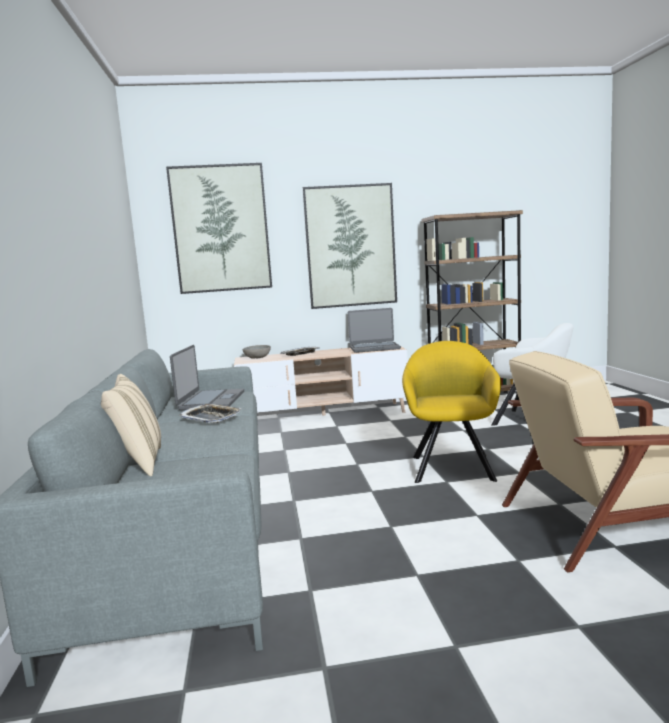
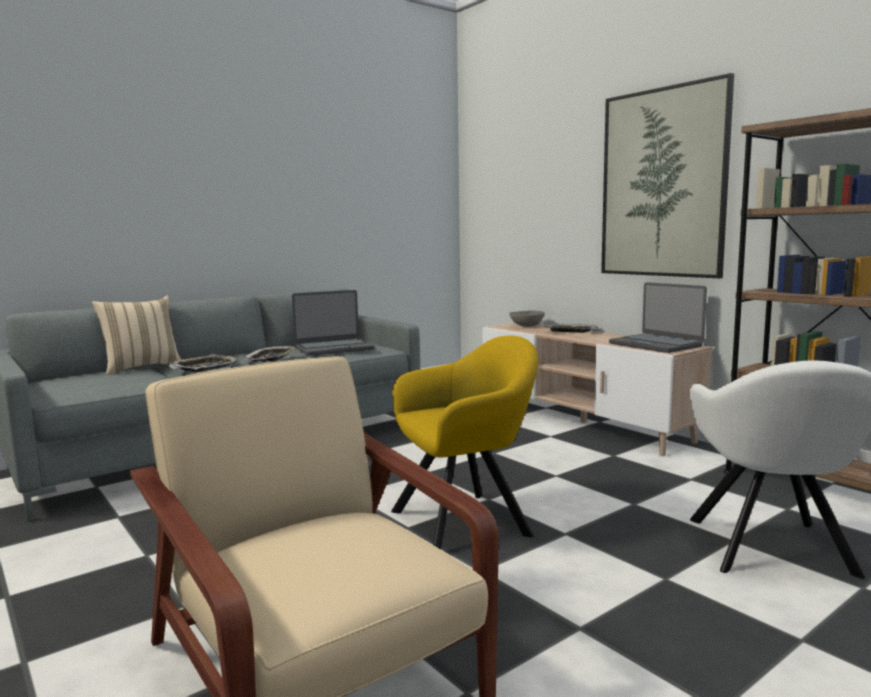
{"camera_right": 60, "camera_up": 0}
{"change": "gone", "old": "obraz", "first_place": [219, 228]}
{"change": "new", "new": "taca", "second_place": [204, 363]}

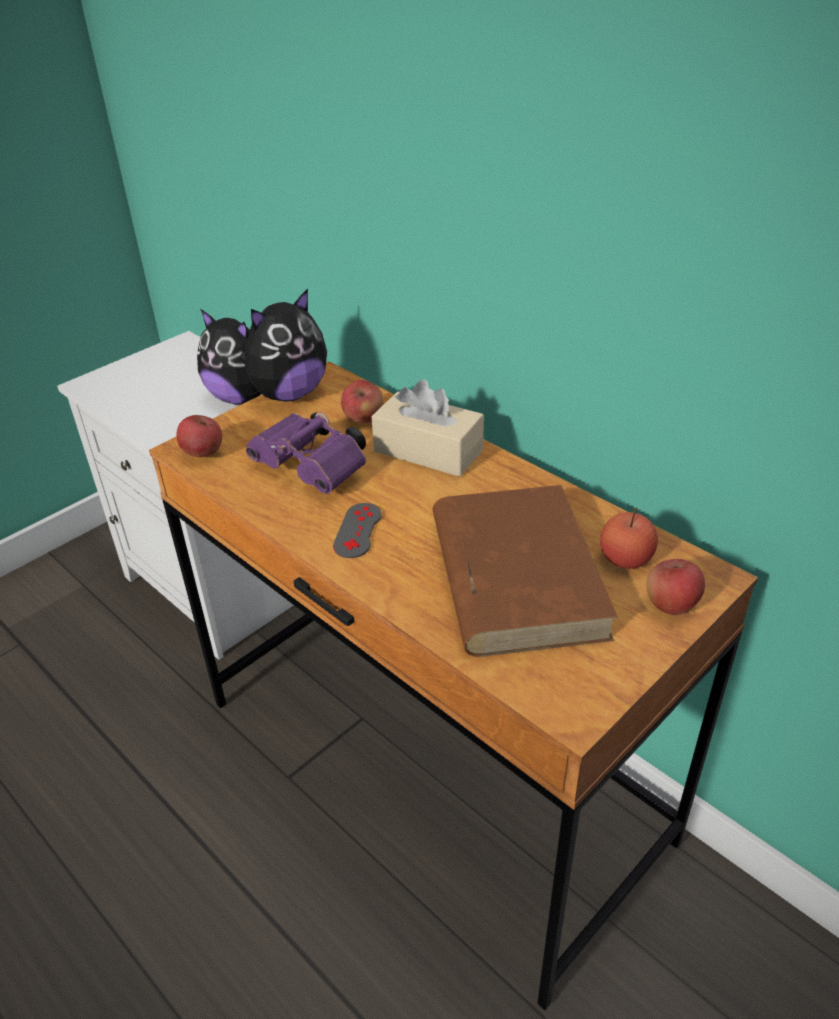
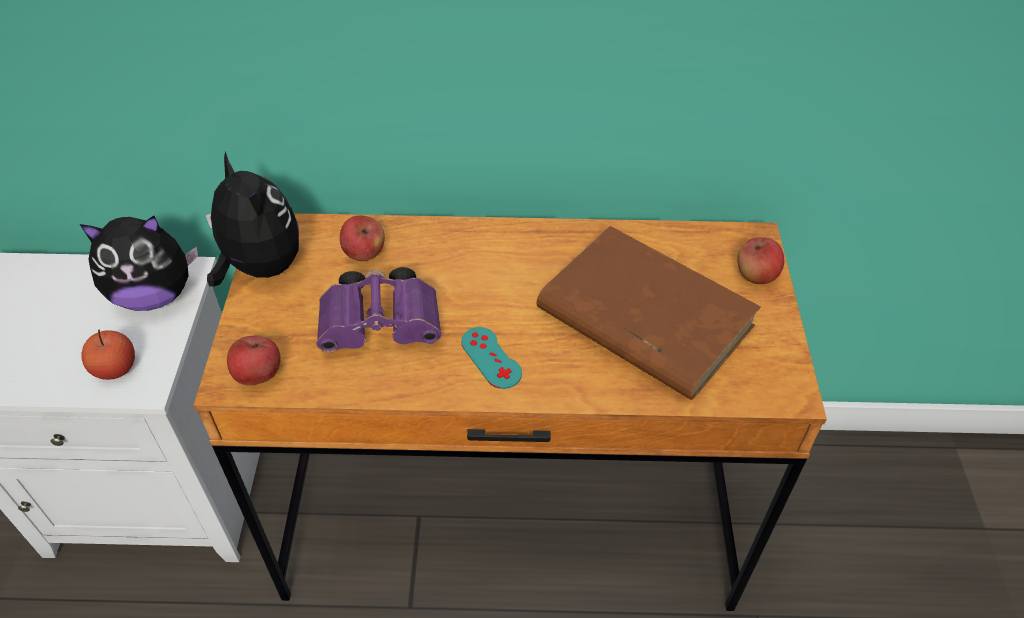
{"camera_right": -45, "camera_up": 10}
{"change": "rotated", "old": "pluszak", "first_place": [283, 345], "second_place": [252, 219], "degrees": -45}
{"change": "repainted", "old": "pad do gier [szary]", "new": "pad do gier [turkusowy]", "first_place": [357, 530], "second_place": [491, 358]}
{"change": "gone", "old": "pudełko chusteczek [beżowy]", "first_place": [427, 428]}
{"change": "shifted", "old": "jabłko", "first_place": [629, 538], "second_place": [108, 355]}

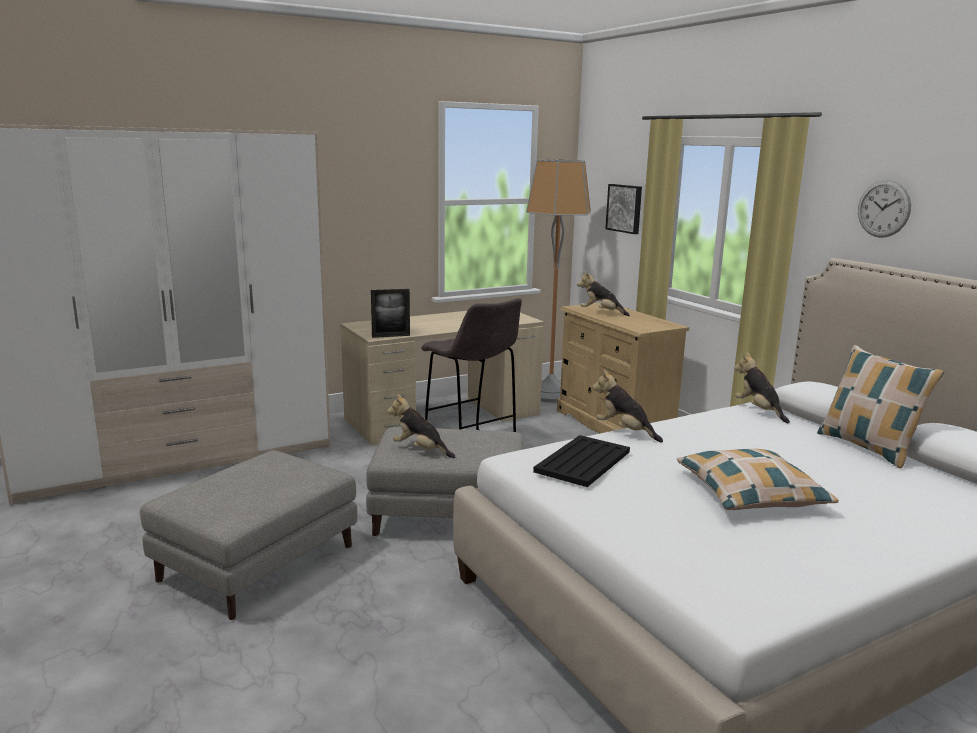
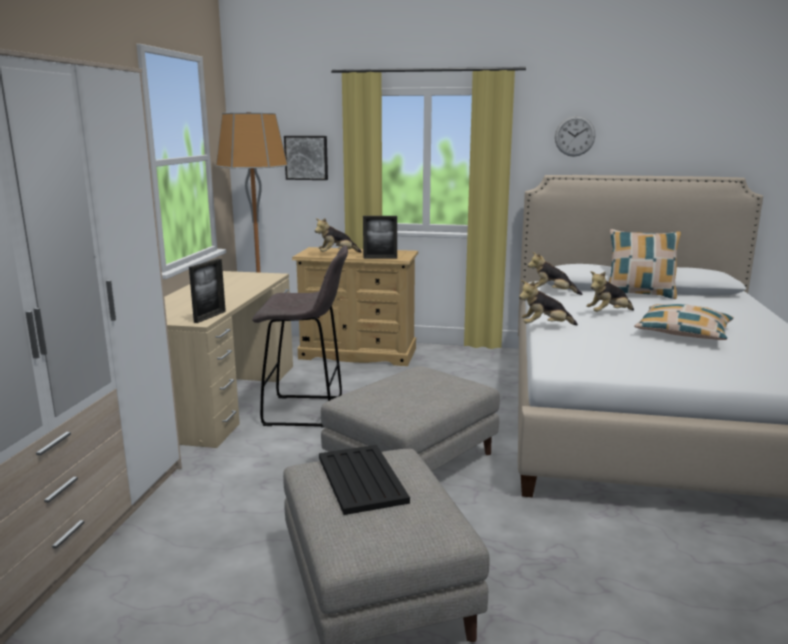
{"camera_right": -50, "camera_up": 0}
{"change": "shifted", "old": "pluszak", "first_place": [421, 425], "second_place": [610, 291]}
{"change": "shifted", "old": "taca [czarny]", "first_place": [581, 461], "second_place": [364, 480]}
{"change": "new", "new": "ramka na zdjęcie", "second_place": [380, 237]}

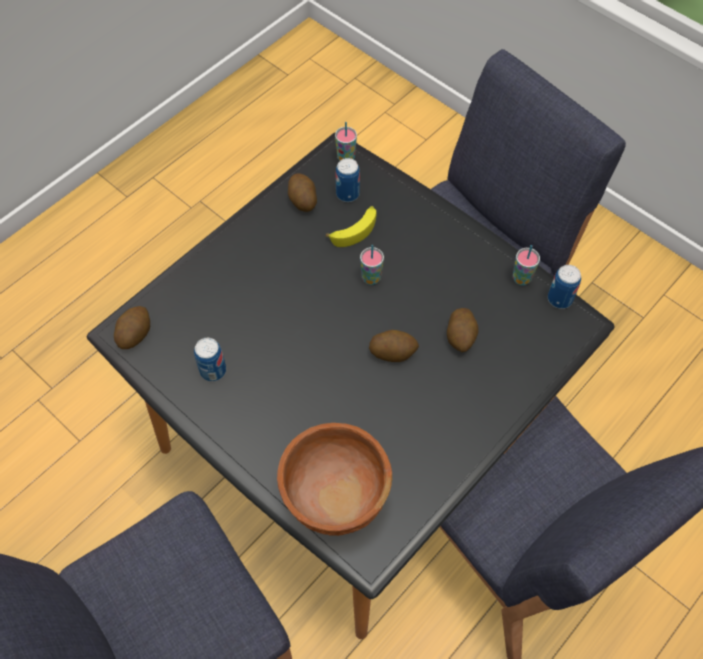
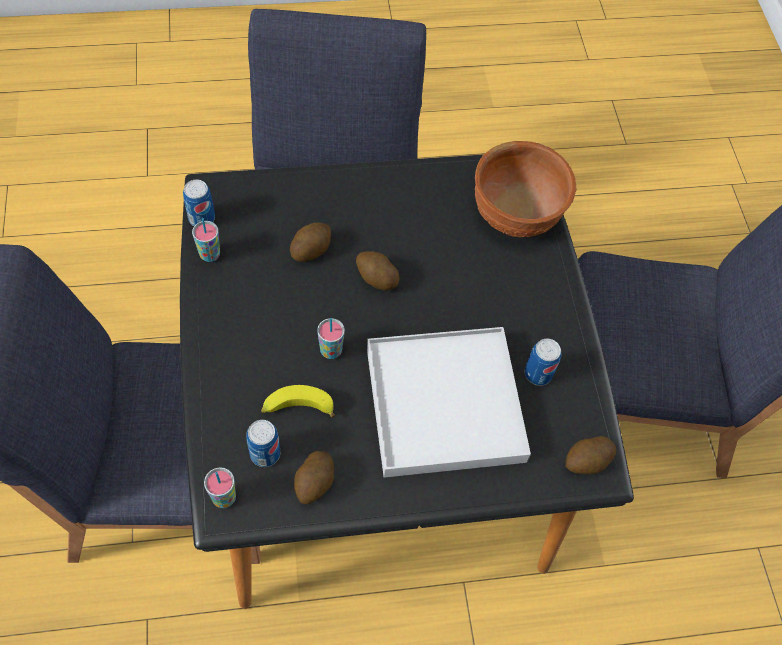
{"camera_right": -145, "camera_up": 0}
{"change": "new", "new": "taca [biały]", "second_place": [449, 402]}

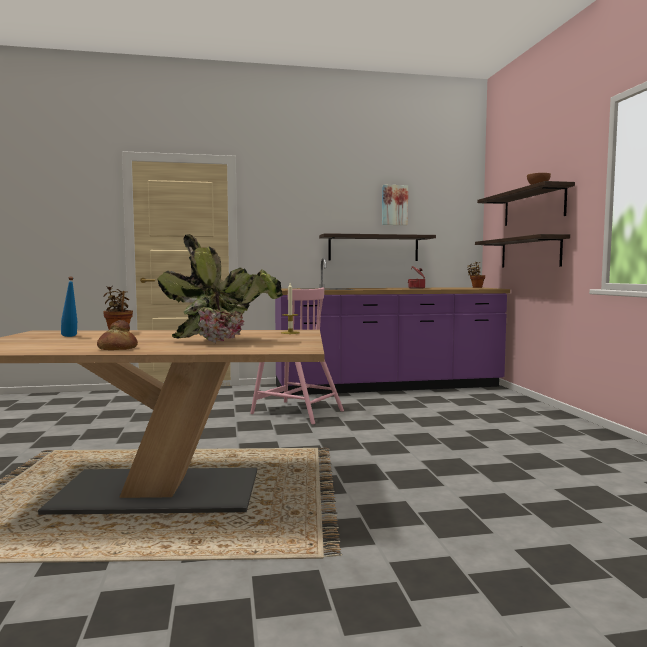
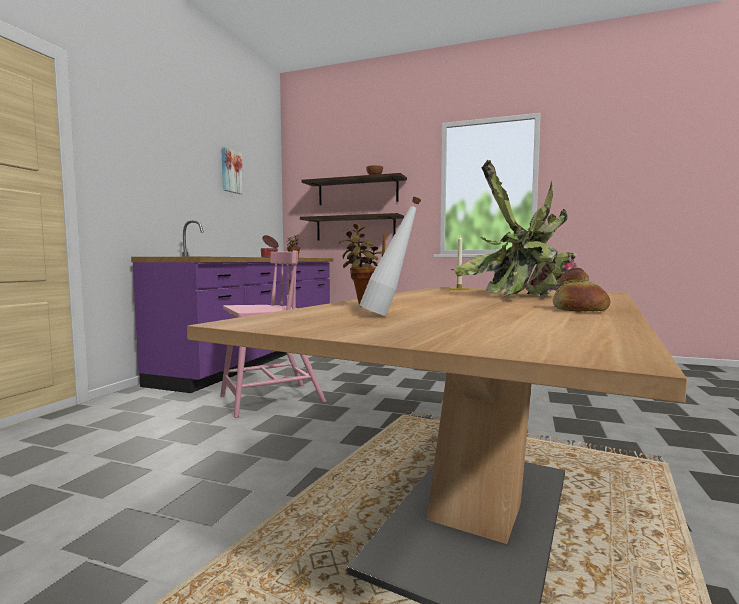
{"camera_right": -60, "camera_up": 0}
{"change": "repainted", "old": "butelka [niebieski]", "new": "butelka [biały]", "first_place": [69, 307], "second_place": [390, 256]}
{"change": "gone", "old": "półka", "first_place": [377, 247]}

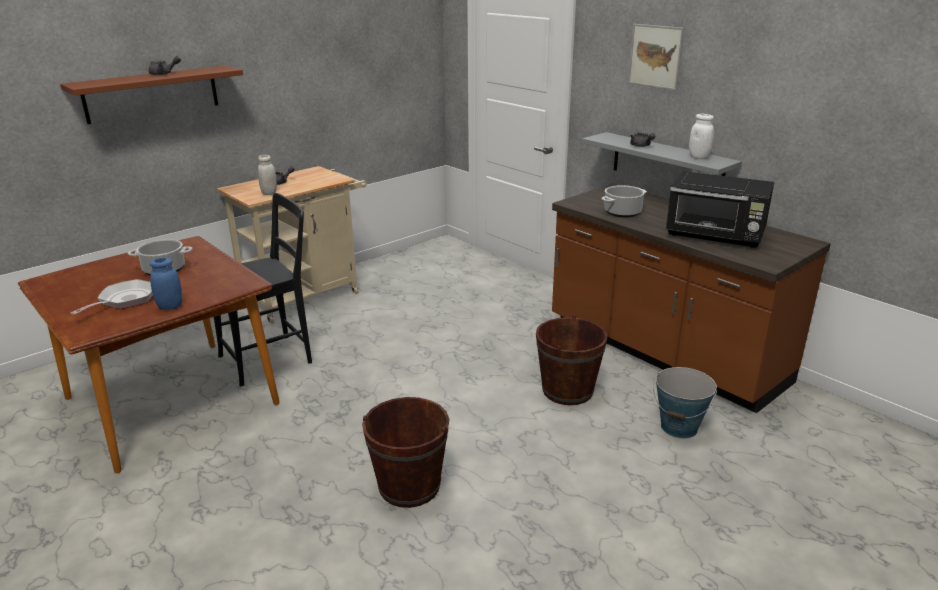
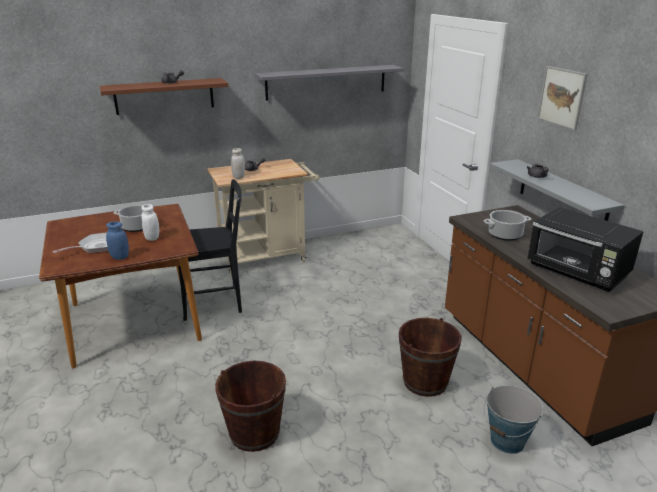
{"camera_right": 20, "camera_up": 0}
{"change": "shifted", "old": "słoik [biały]", "first_place": [701, 136], "second_place": [150, 222]}
{"change": "new", "new": "półka [szary]", "second_place": [329, 83]}

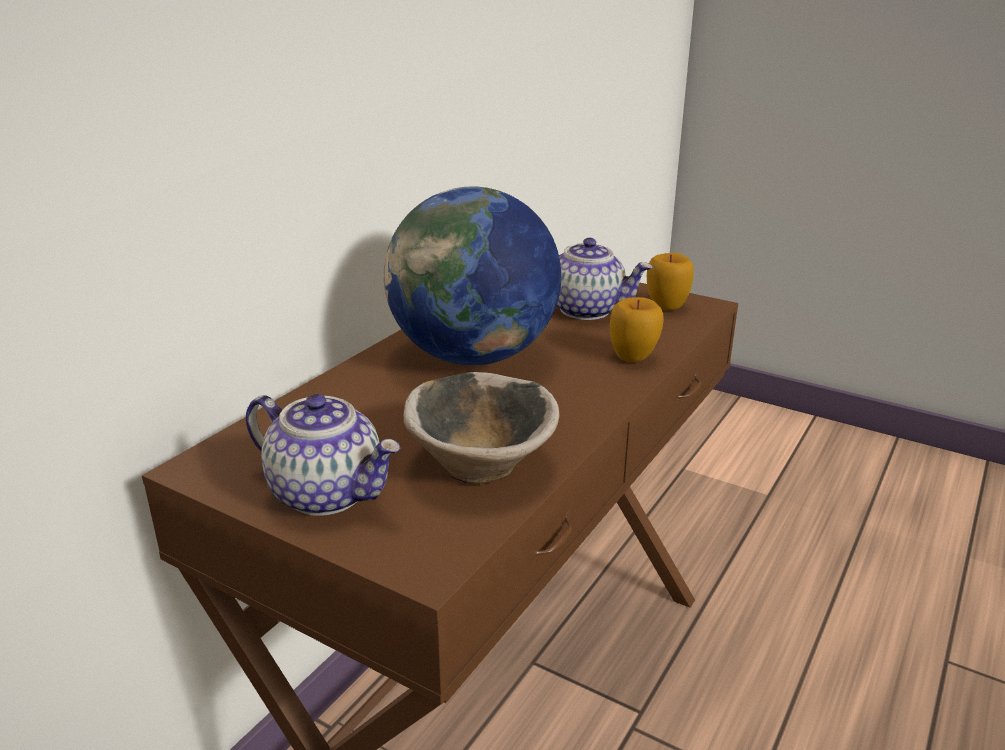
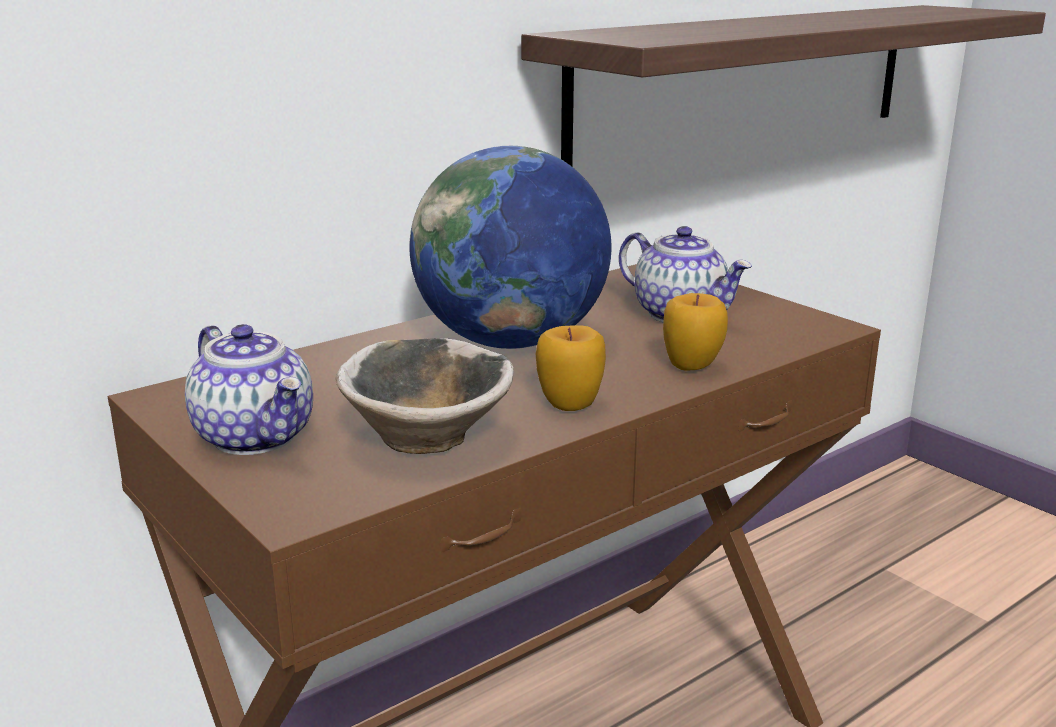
{"camera_right": 20, "camera_up": -5}
{"change": "shifted", "old": "jabłko", "first_place": [670, 281], "second_place": [571, 368]}
{"change": "new", "new": "półka", "second_place": [783, 85]}

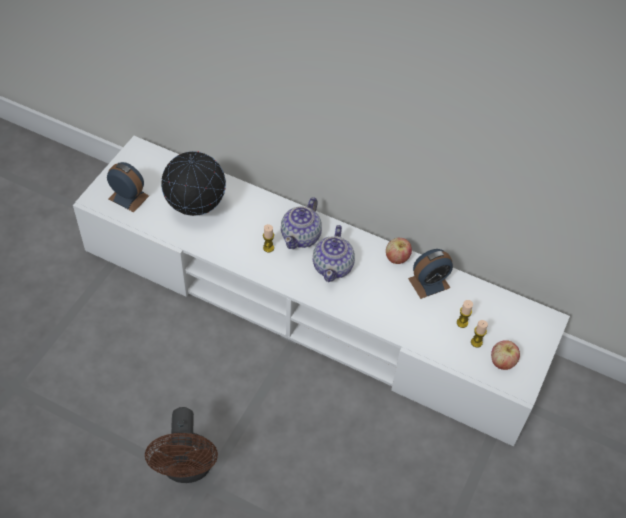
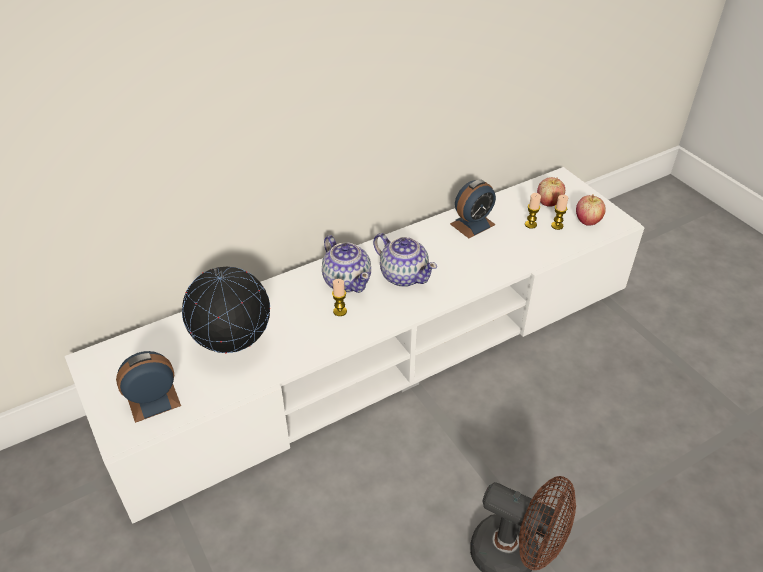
{"camera_right": -55, "camera_up": -10}
{"change": "shifted", "old": "jabłko", "first_place": [399, 251], "second_place": [551, 192]}
{"change": "rotated", "old": "budzik", "first_place": [430, 274], "second_place": [473, 208], "degrees": 45}

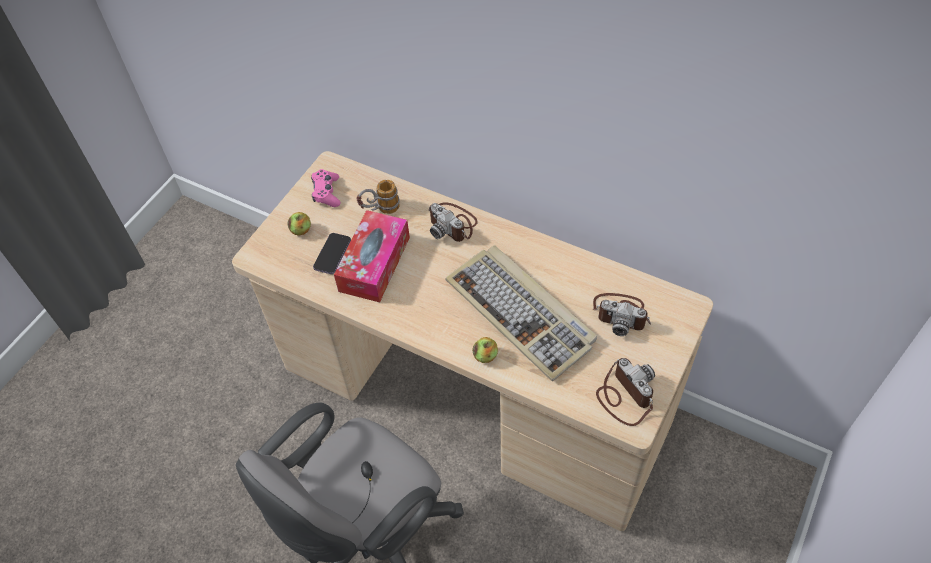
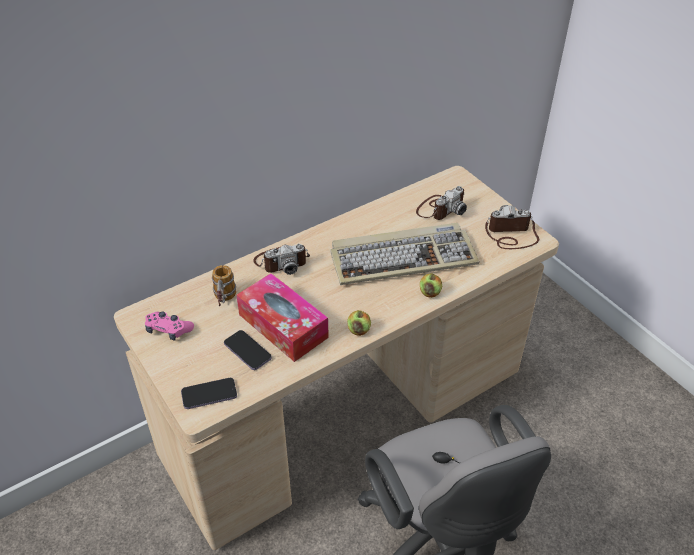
{"camera_right": -65, "camera_up": -10}
{"change": "shifted", "old": "jabłko", "first_place": [299, 224], "second_place": [359, 323]}
{"change": "new", "new": "telefon", "second_place": [209, 393]}

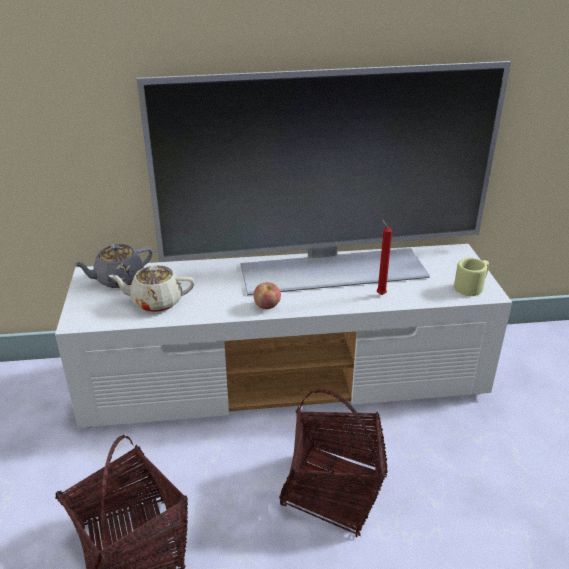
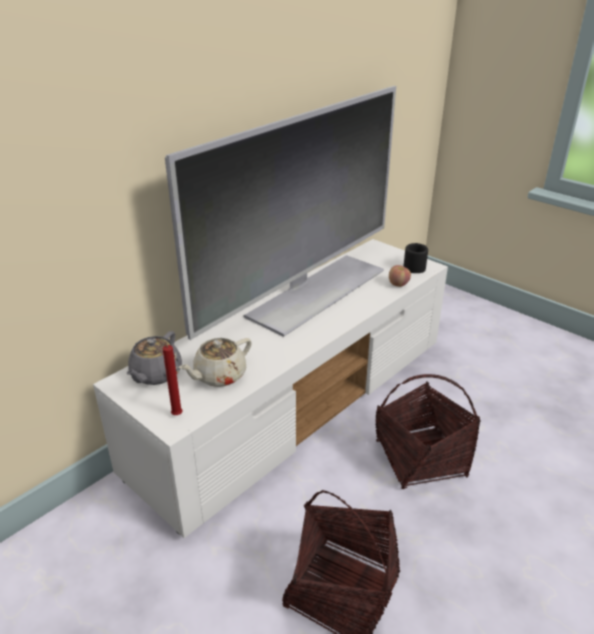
{"camera_right": -40, "camera_up": 0}
{"change": "shifted", "old": "jabłko", "first_place": [267, 295], "second_place": [400, 276]}
{"change": "shifted", "old": "świeca [czerwony]", "first_place": [384, 257], "second_place": [169, 377]}
{"change": "repainted", "old": "kubek [beżowy]", "new": "kubek [czarny]", "first_place": [471, 277], "second_place": [416, 258]}

